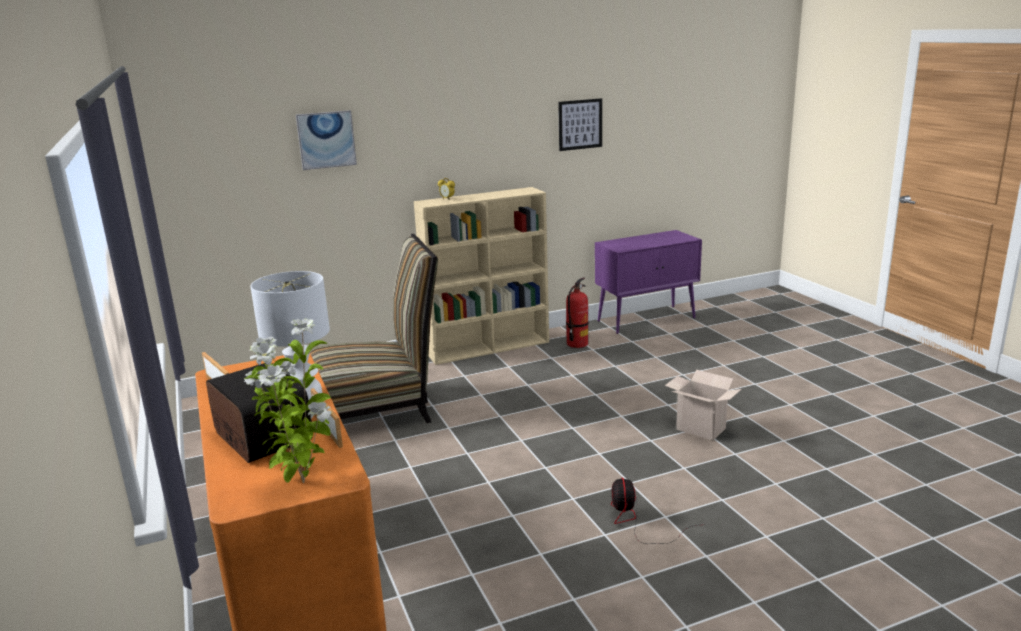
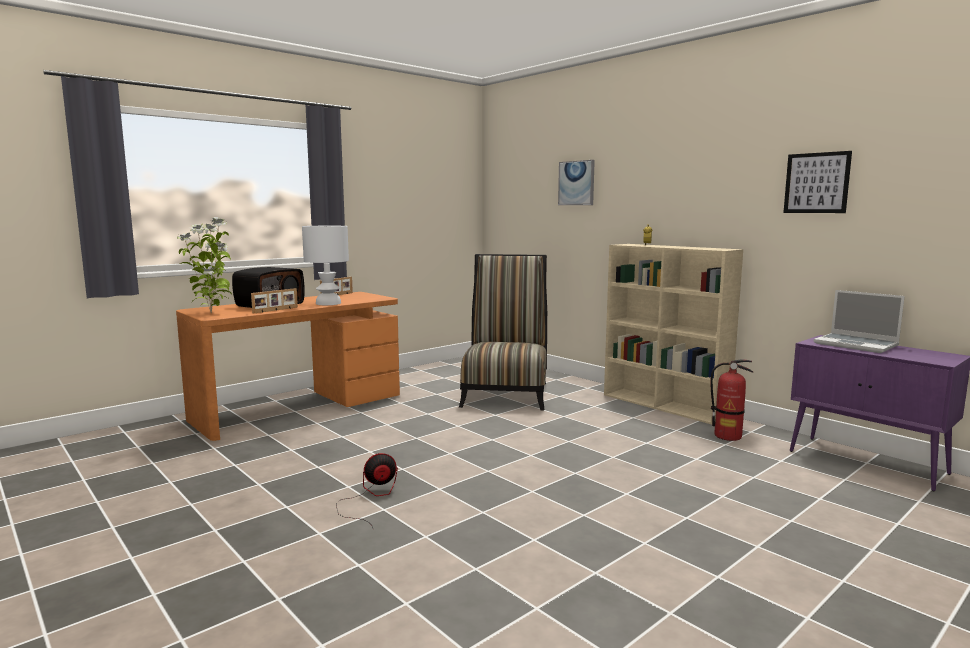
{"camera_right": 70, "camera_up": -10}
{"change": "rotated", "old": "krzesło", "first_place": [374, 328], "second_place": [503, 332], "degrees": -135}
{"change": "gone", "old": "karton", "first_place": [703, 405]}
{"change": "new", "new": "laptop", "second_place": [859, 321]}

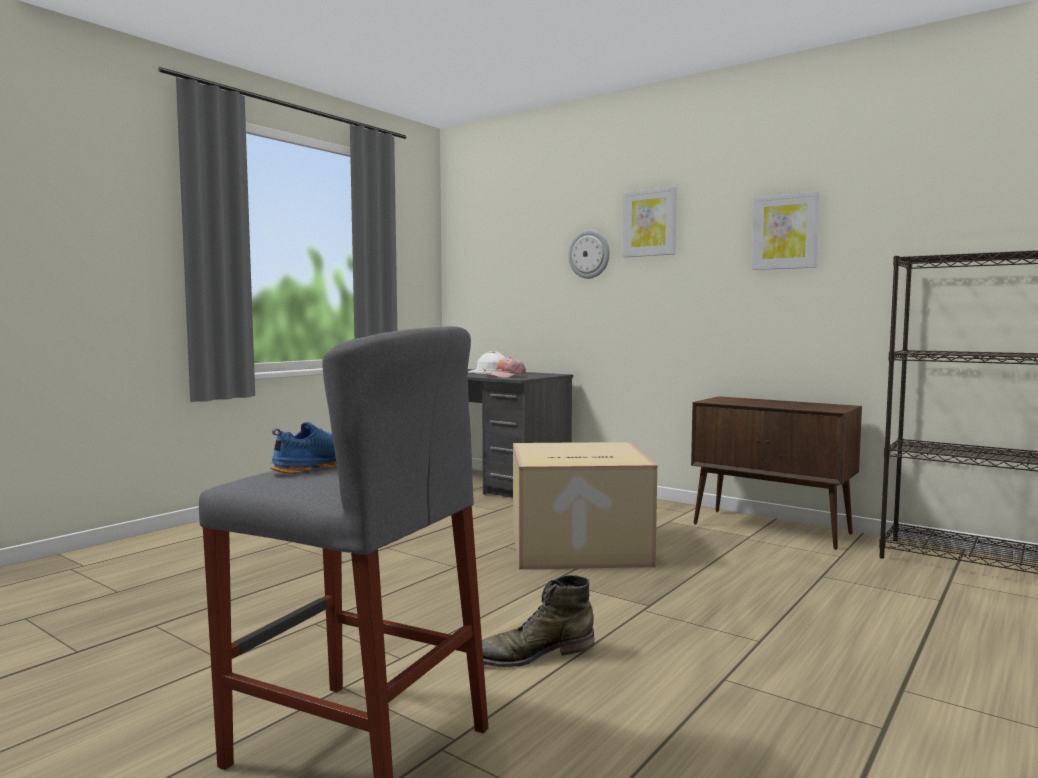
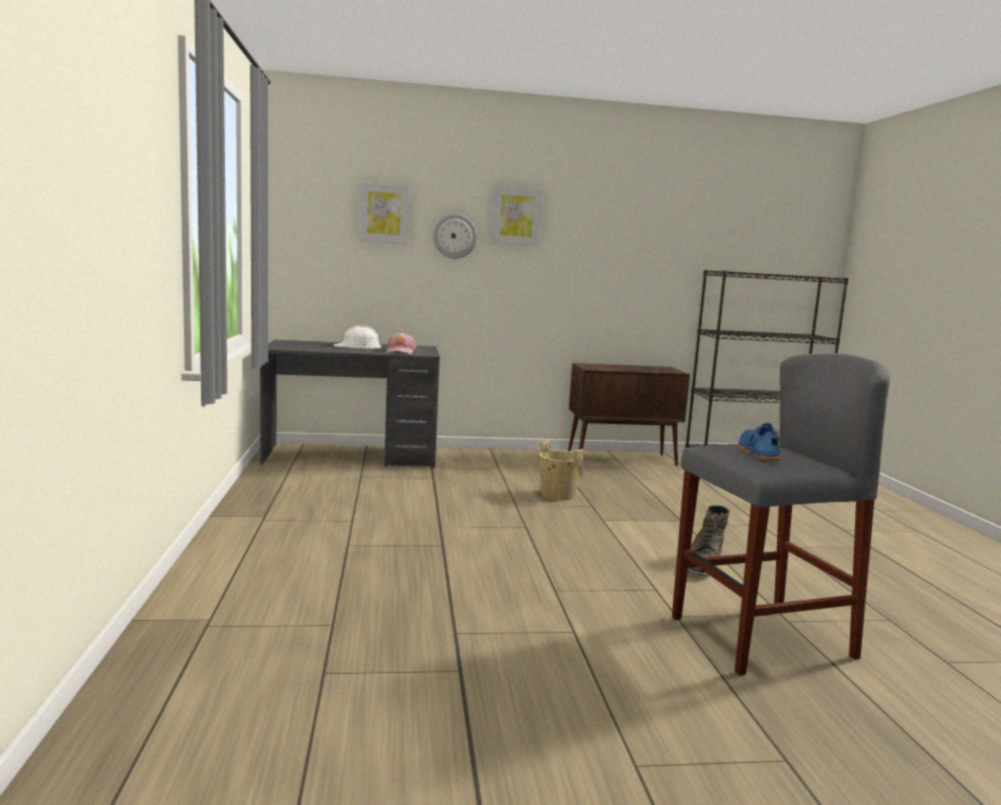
{"camera_right": -45, "camera_up": 5}
{"change": "swapped", "old": "karton", "new": "wiadro [beżowy]", "first_place": [585, 506], "second_place": [561, 470]}
{"change": "shifted", "old": "obraz", "first_place": [786, 230], "second_place": [384, 213]}

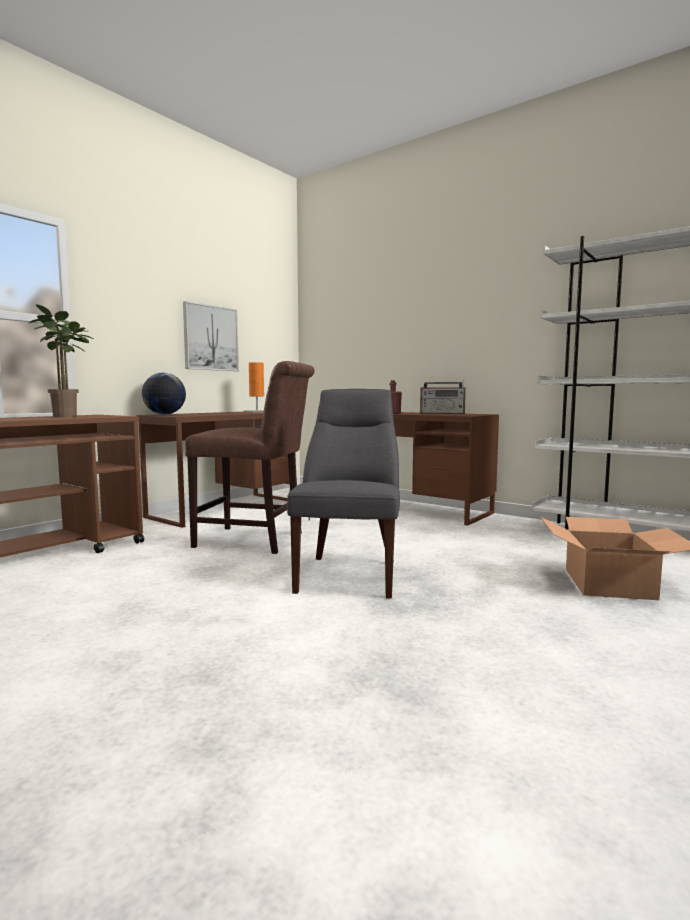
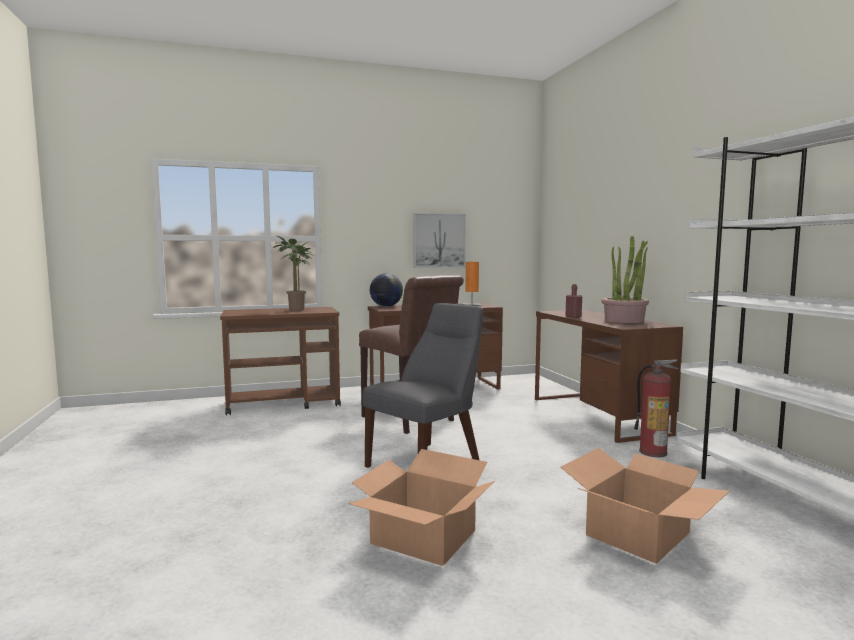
{"camera_right": 35, "camera_up": 0}
{"change": "swapped", "old": "radio", "new": "roślina doniczkowa", "first_place": [443, 397], "second_place": [625, 279]}
{"change": "new", "new": "karton", "second_place": [421, 507]}
{"change": "new", "new": "gaśnica", "second_place": [656, 408]}

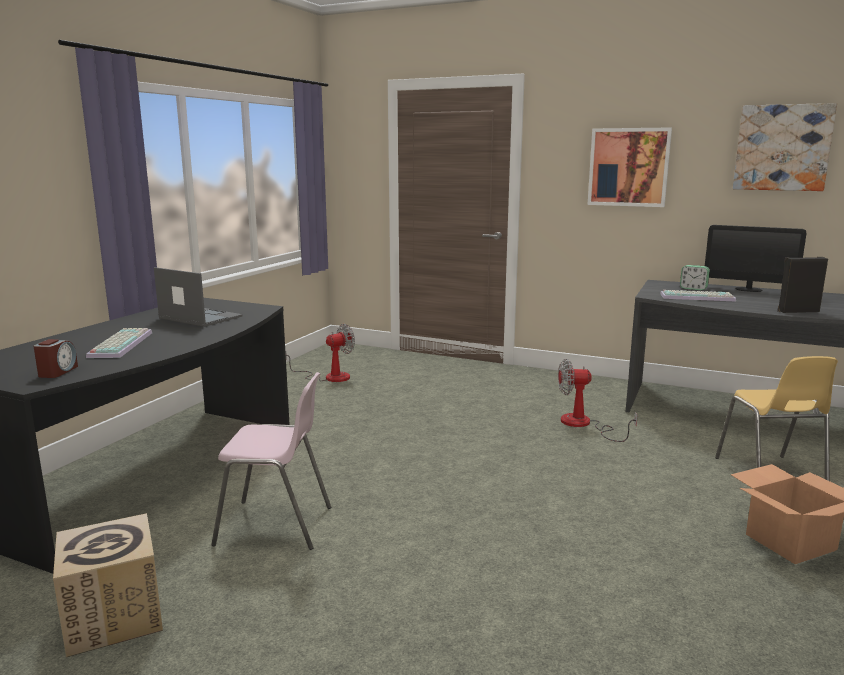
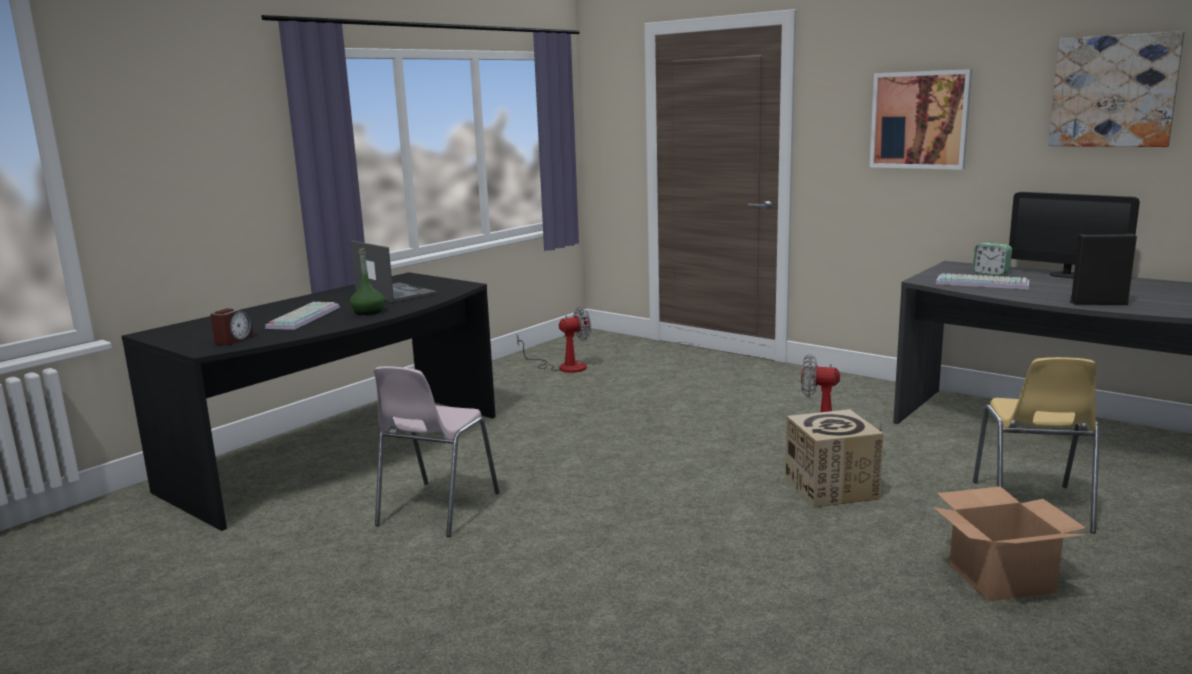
{"camera_right": 15, "camera_up": 0}
{"change": "shifted", "old": "karton", "first_place": [108, 585], "second_place": [834, 458]}
{"change": "rotated", "old": "krzesło [różowy]", "first_place": [271, 461], "second_place": [436, 451], "degrees": 90}
{"change": "new", "new": "butelka [zielony]", "second_place": [367, 281]}

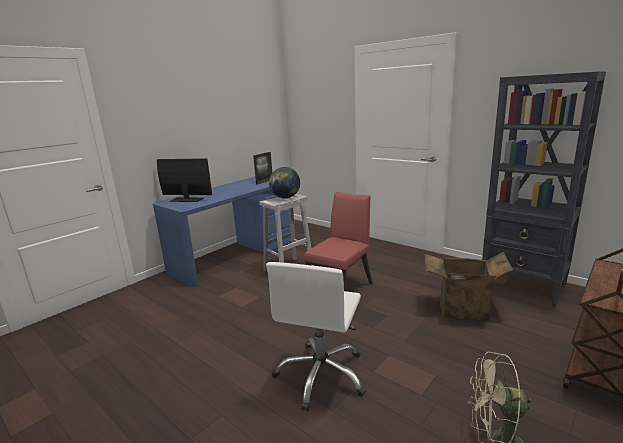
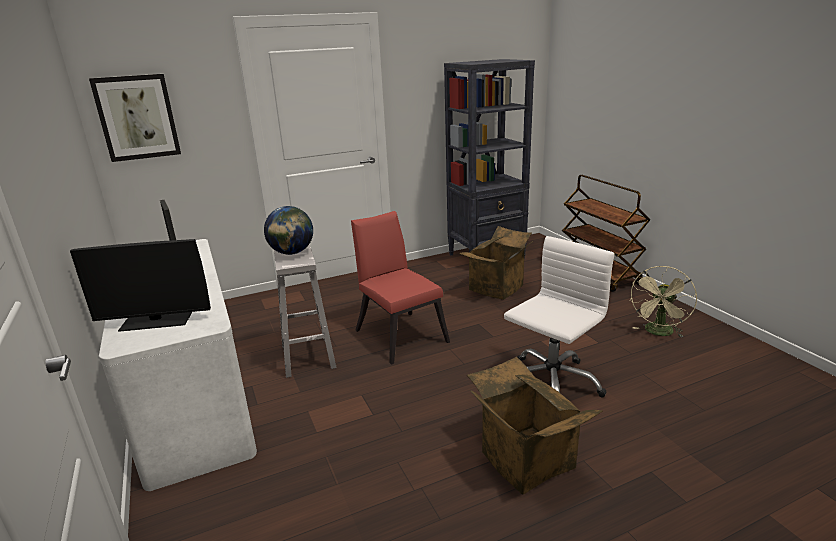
{"camera_right": -65, "camera_up": 5}
{"change": "repainted", "old": "biurko [niebieski]", "new": "biurko [biały]", "first_place": [222, 232], "second_place": [178, 365]}
{"change": "rotated", "old": "monitor", "first_place": [184, 180], "second_place": [140, 285], "degrees": -135}
{"change": "rotated", "old": "krzesło biurowe [biały]", "first_place": [316, 337], "second_place": [559, 316], "degrees": -90}
{"change": "new", "new": "obraz", "second_place": [135, 118]}
{"change": "new", "new": "karton", "second_place": [535, 425]}

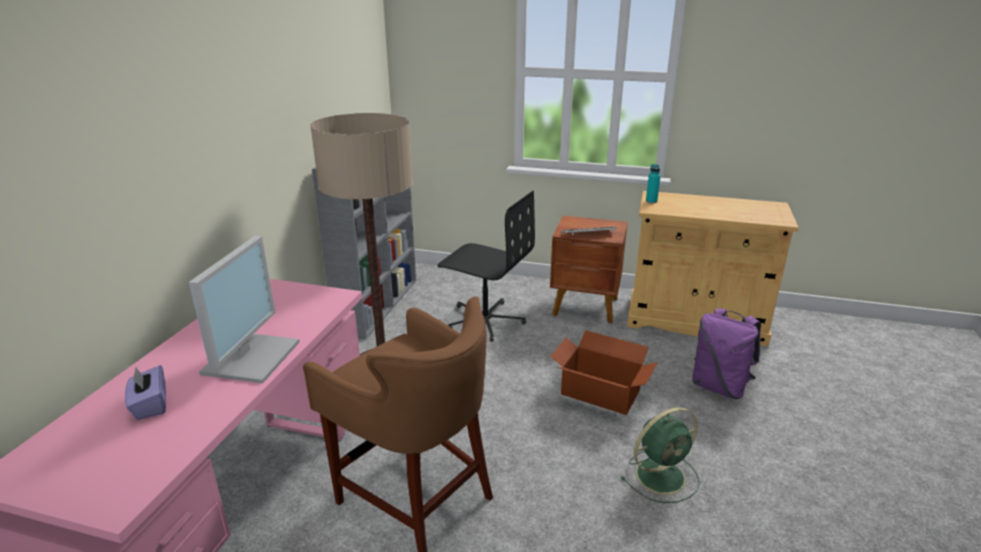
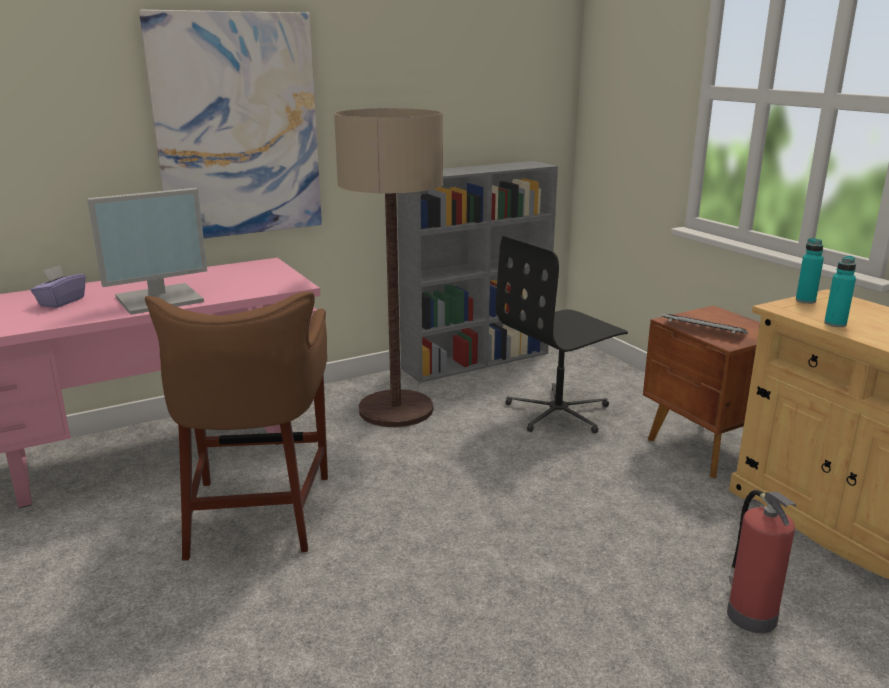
{"camera_right": 45, "camera_up": -5}
{"change": "rotated", "old": "krzesło biurowe [czarny]", "first_place": [486, 266], "second_place": [562, 335], "degrees": 75}
{"change": "gone", "old": "karton", "first_place": [604, 372]}
{"change": "gone", "old": "wentylator [zielony]", "first_place": [660, 455]}
{"change": "swapped", "old": "plecak [fioletowy]", "new": "gaśnica", "first_place": [726, 354], "second_place": [761, 561]}
{"change": "new", "new": "obraz", "second_place": [230, 124]}
{"change": "new", "new": "butelka [turkusowy]", "second_place": [840, 291]}

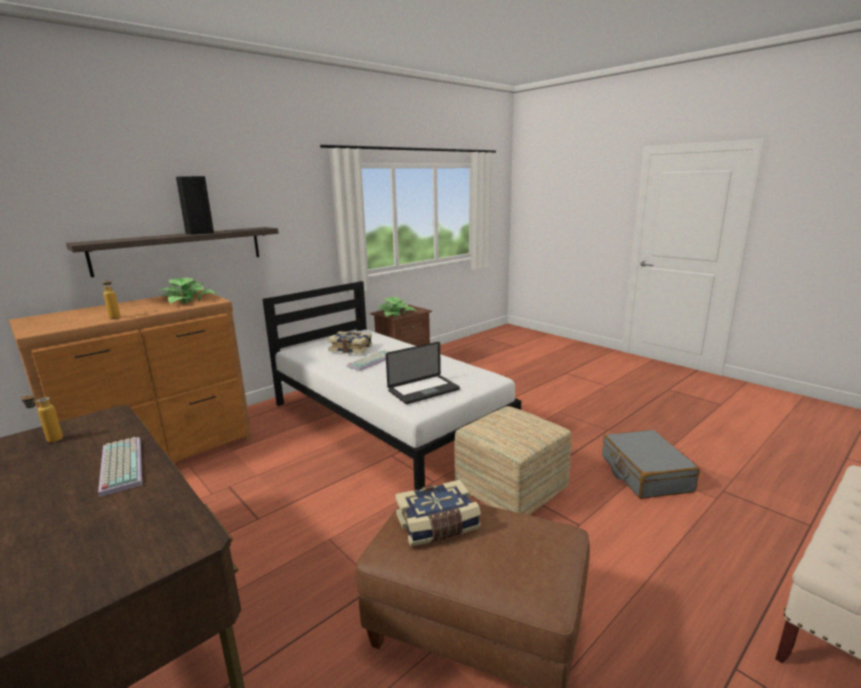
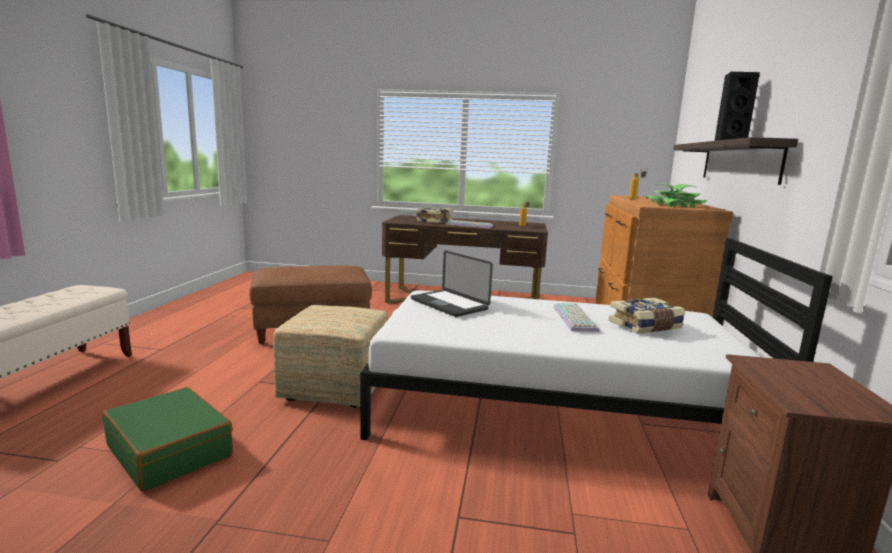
{"camera_right": 140, "camera_up": -5}
{"change": "gone", "old": "roślina doniczkowa", "first_place": [397, 307]}
{"change": "rotated", "old": "laptop", "first_place": [423, 373], "second_place": [452, 283], "degrees": -60}
{"change": "shifted", "old": "książka", "first_place": [438, 513], "second_place": [434, 215]}
{"change": "repainted", "old": "walizka [szary]", "new": "walizka [zielony]", "first_place": [650, 464], "second_place": [167, 439]}

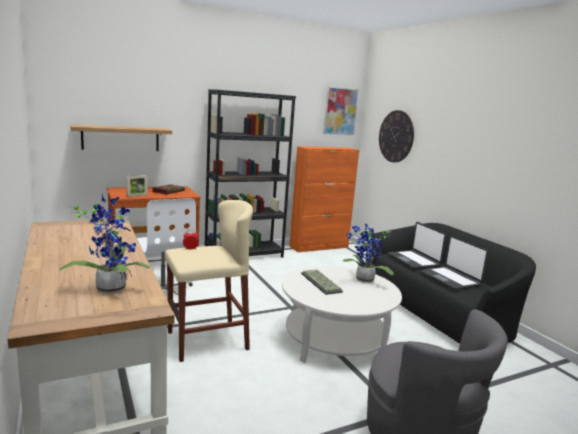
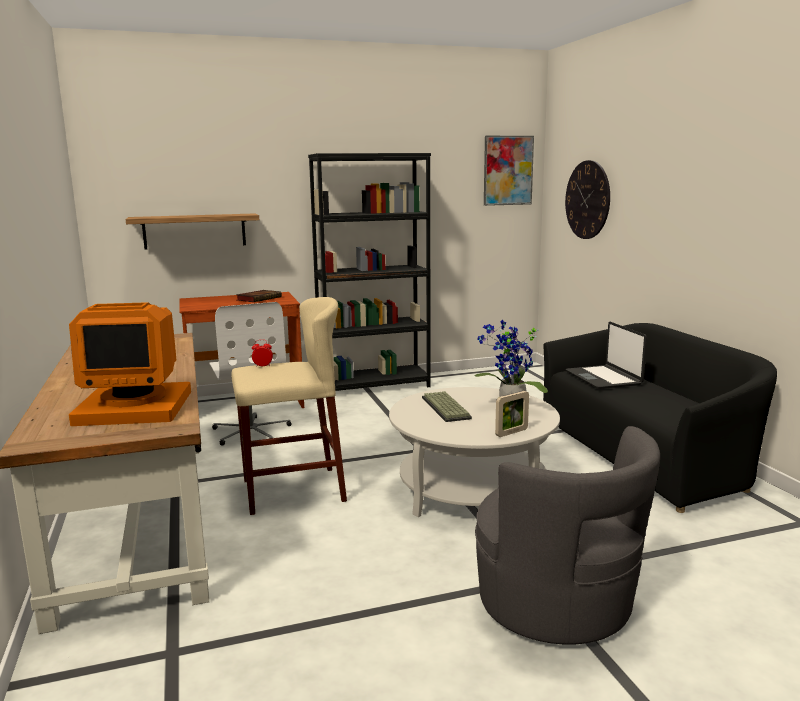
{"camera_right": 10, "camera_up": 0}
{"change": "swapped", "old": "roślina doniczkowa", "new": "monitor", "first_place": [104, 243], "second_place": [130, 364]}
{"change": "shifted", "old": "ramka na zdjęcie", "first_place": [137, 186], "second_place": [512, 414]}
{"change": "gone", "old": "szafka [pomarańczowy]", "first_place": [324, 199]}
{"change": "gone", "old": "laptop", "first_place": [454, 263]}

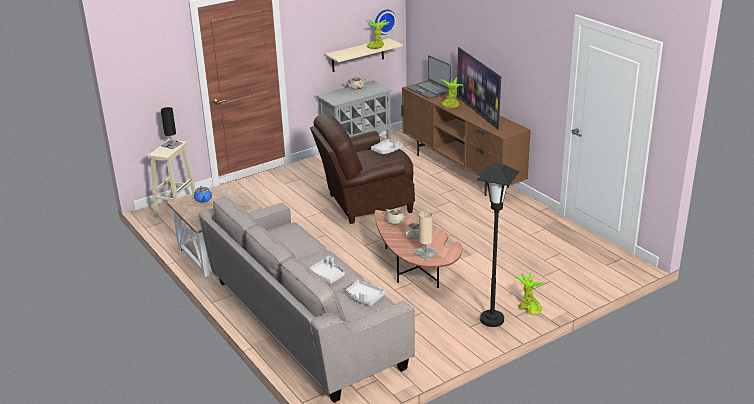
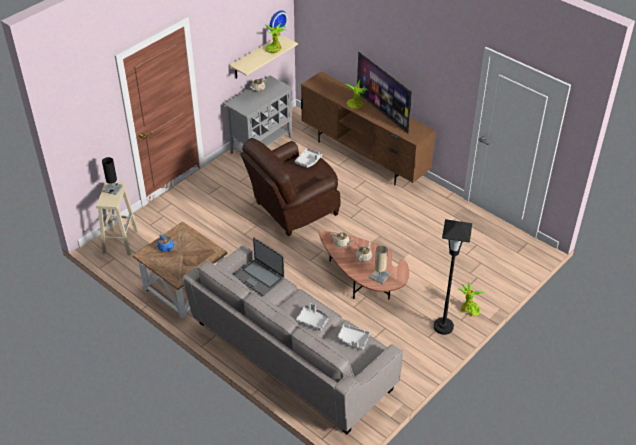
{"camera_right": -15, "camera_up": 15}
{"change": "shifted", "old": "laptop", "first_place": [429, 77], "second_place": [259, 267]}

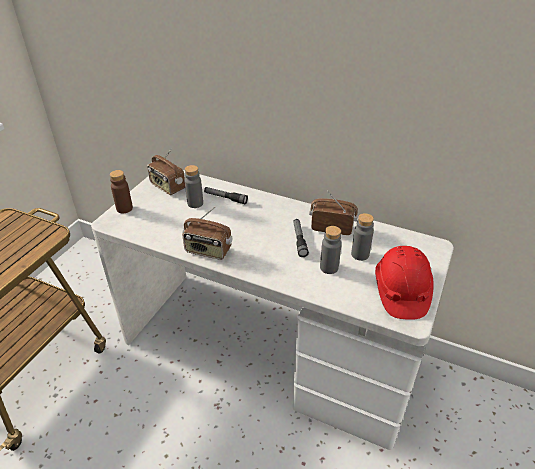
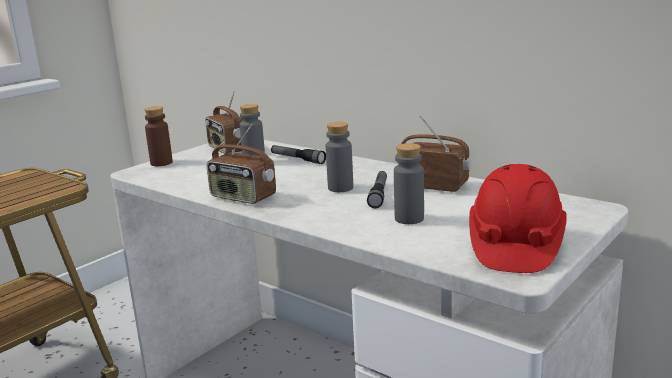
{"camera_right": 15, "camera_up": -20}
{"change": "shifted", "old": "butelka [szary]", "first_place": [362, 237], "second_place": [339, 157]}

